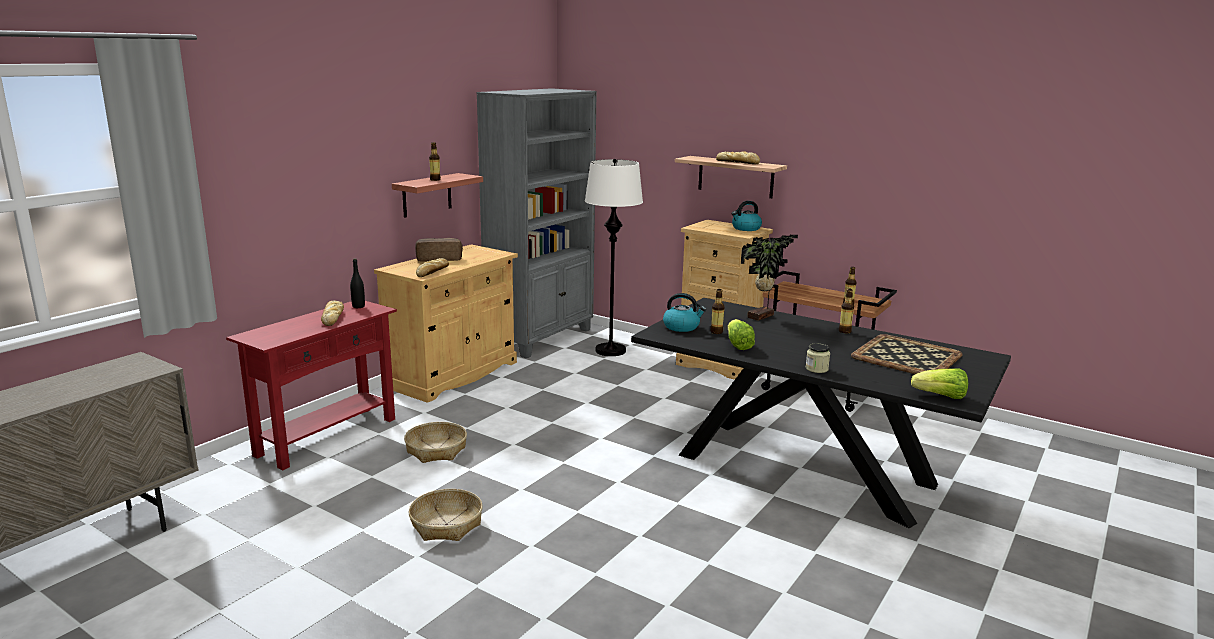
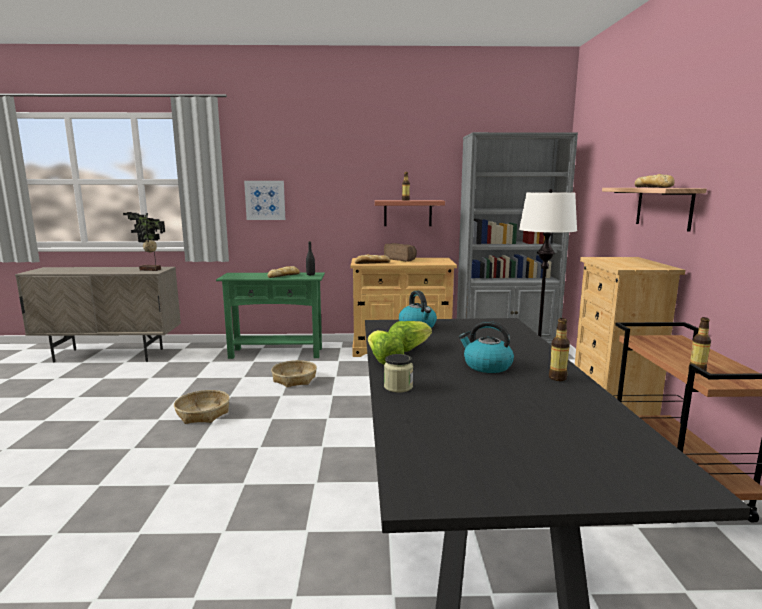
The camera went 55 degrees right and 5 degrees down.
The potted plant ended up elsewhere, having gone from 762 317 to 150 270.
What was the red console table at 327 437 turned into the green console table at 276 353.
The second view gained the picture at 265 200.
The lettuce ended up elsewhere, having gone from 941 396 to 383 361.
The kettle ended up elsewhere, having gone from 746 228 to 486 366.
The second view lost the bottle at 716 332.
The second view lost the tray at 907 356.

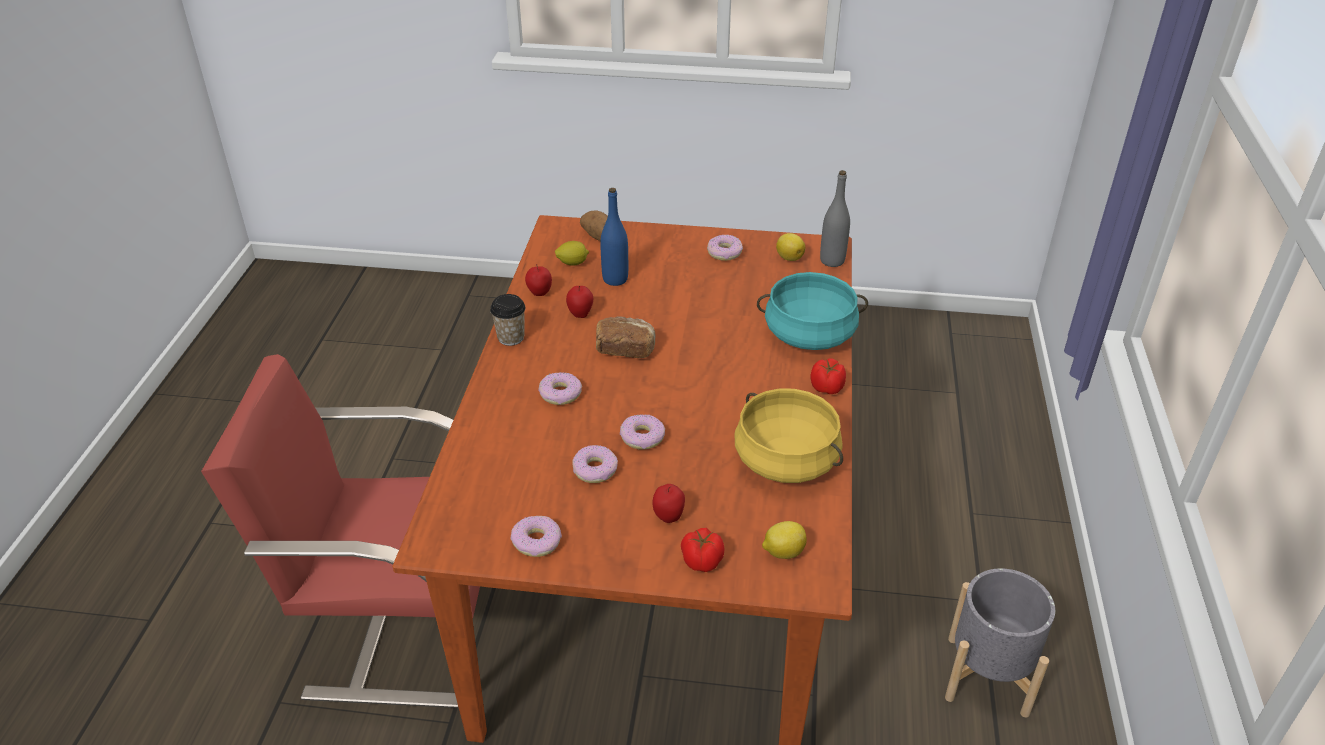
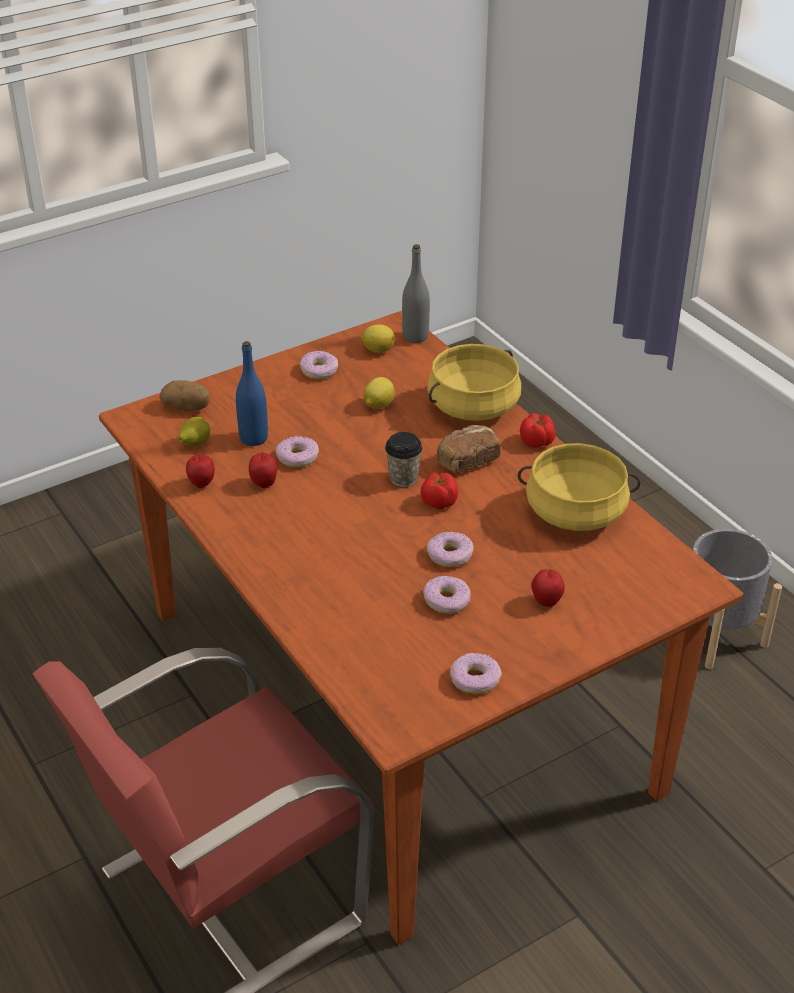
The camera went 40 degrees left and 0 degrees up.
The donut ended up elsewhere, having gone from 560 394 to 297 457.
The lemon ended up elsewhere, having gone from 783 552 to 378 405.
The cup ended up elsewhere, having gone from 511 337 to 403 478.
The tomato ended up elsewhere, having gone from 701 561 to 438 502.
What was the turquoise cooking pot at 810 334 turned into the yellow cooking pot at 473 406.
The bread ended up elsewhere, having gone from 625 349 to 467 461.

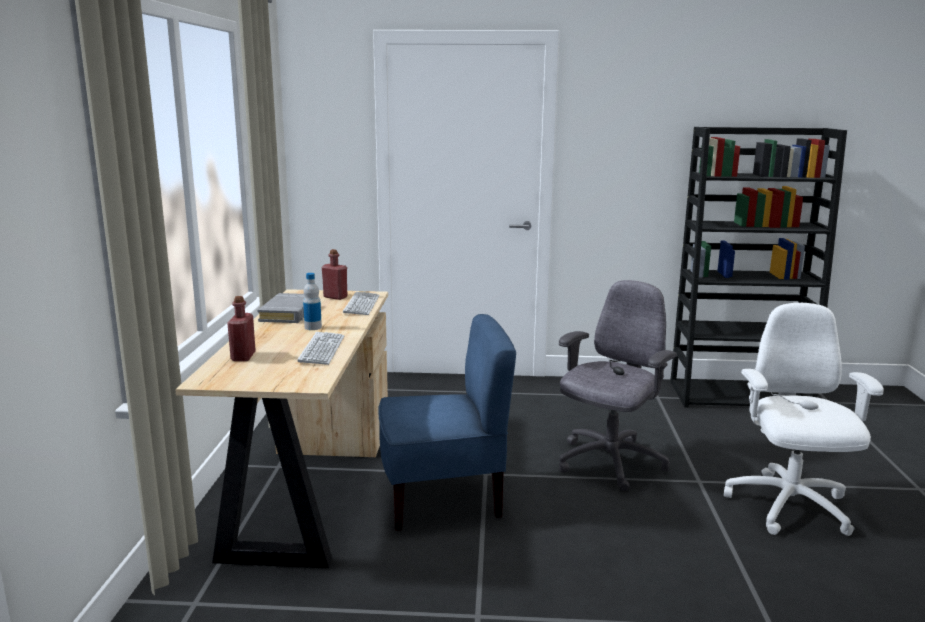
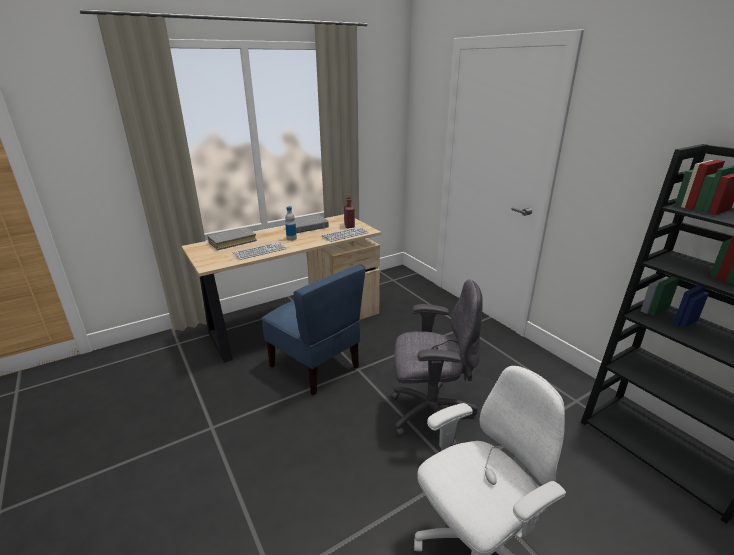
The camera went 55 degrees right and 10 degrees up.
Where the red bottle stood at 243 356, the grey book came to stand at 232 241.

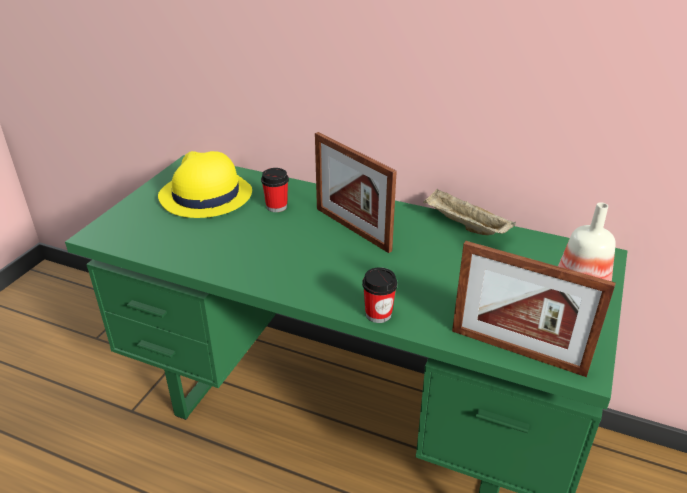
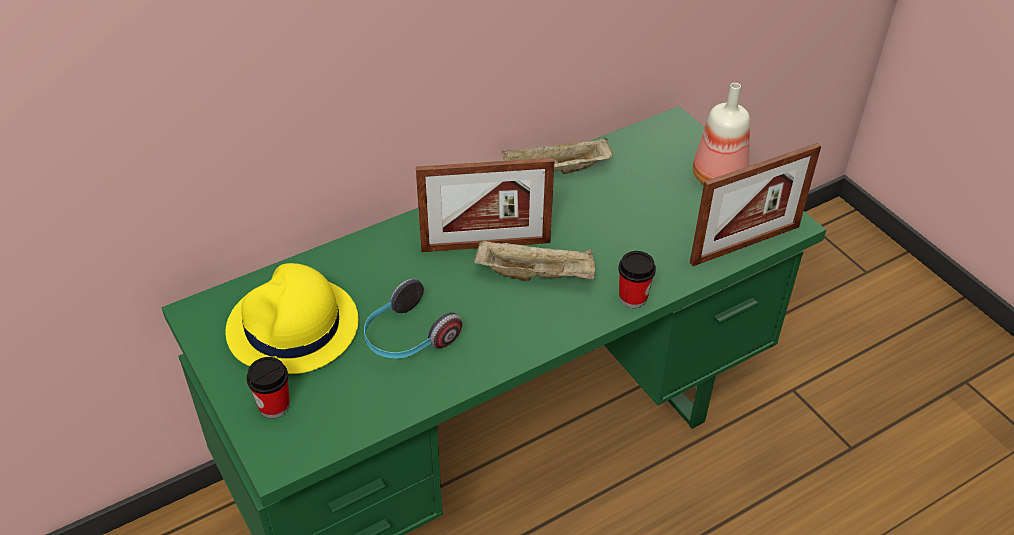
The camera went 55 degrees left and 10 degrees up.
The cup ended up elsewhere, having gone from 276 206 to 274 406.
The second view gained the headphones at 407 338.
The second view gained the beige tray at 537 275.

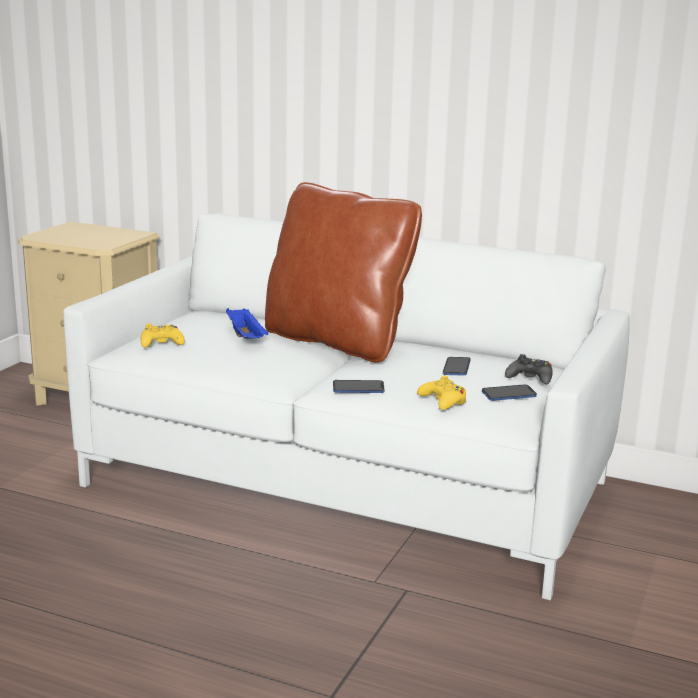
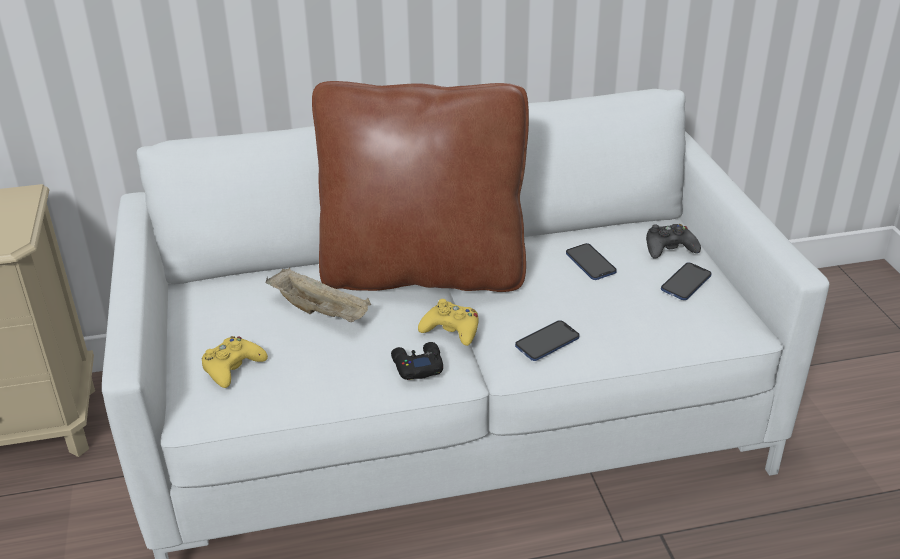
The camera went 35 degrees left and 15 degrees up.
What was the blue tray at 246 338 turned into the beige tray at 321 312.
The second view gained the black game controller at 417 366.
The yellow game controller ended up elsewhere, having gone from 443 401 to 451 330.

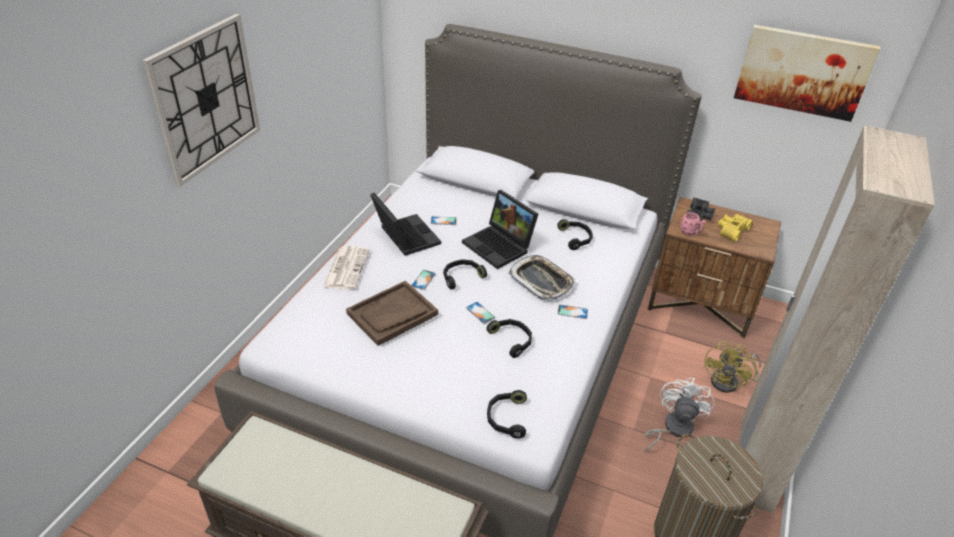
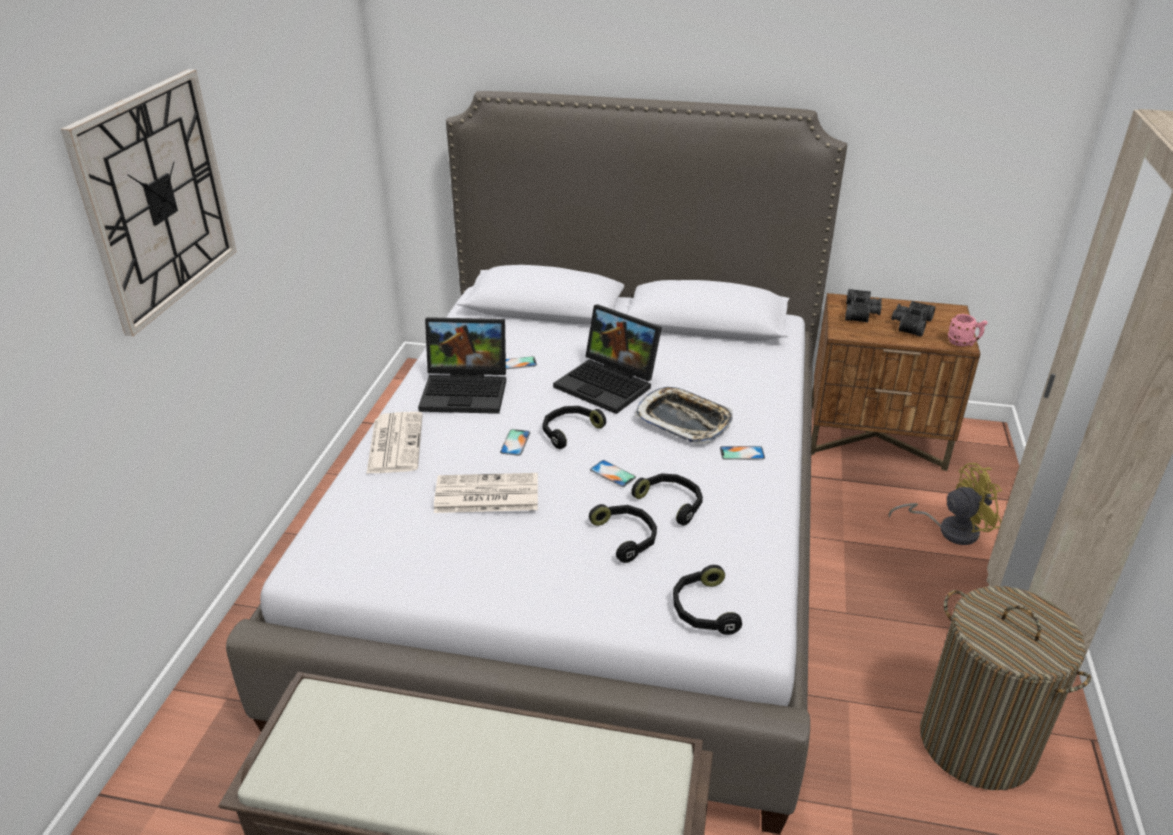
The camera went 10 degrees left and 5 degrees down.
The laptop at 404 236 ended up facing another way, 135 degrees clockwise from before.
Where the brown tray stood at 392 314, the newspaper came to stand at 485 495.
The black headphones ended up elsewhere, having gone from 576 238 to 627 537.
The yellow fan at 729 382 ended up facing another way, 120 degrees counterclockwise from before.
What was the yellow binoculars at 731 230 turned into the black binoculars at 910 324.
The pink mug ended up elsewhere, having gone from 690 233 to 963 343.
The second view lost the white fan at 672 428.
The second view lost the picture at 803 72.

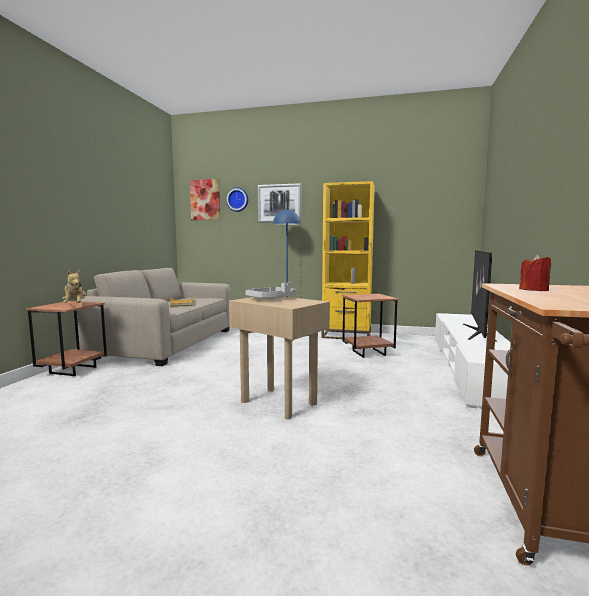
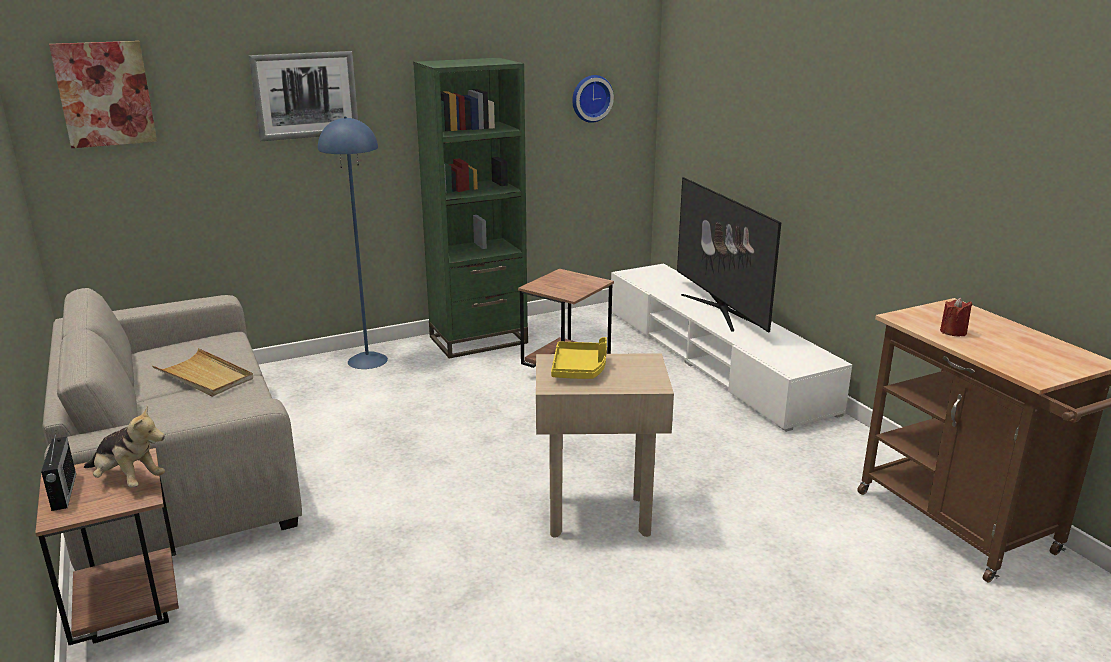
The camera went 40 degrees left and 15 degrees up.
The second view gained the radio at 63 492.
What was the yellow bookcase at 346 335 turned into the green bookcase at 478 340.
What was the grey tray at 271 299 turned into the yellow tray at 579 369.
The wall clock ended up elsewhere, having gone from 238 199 to 591 98.

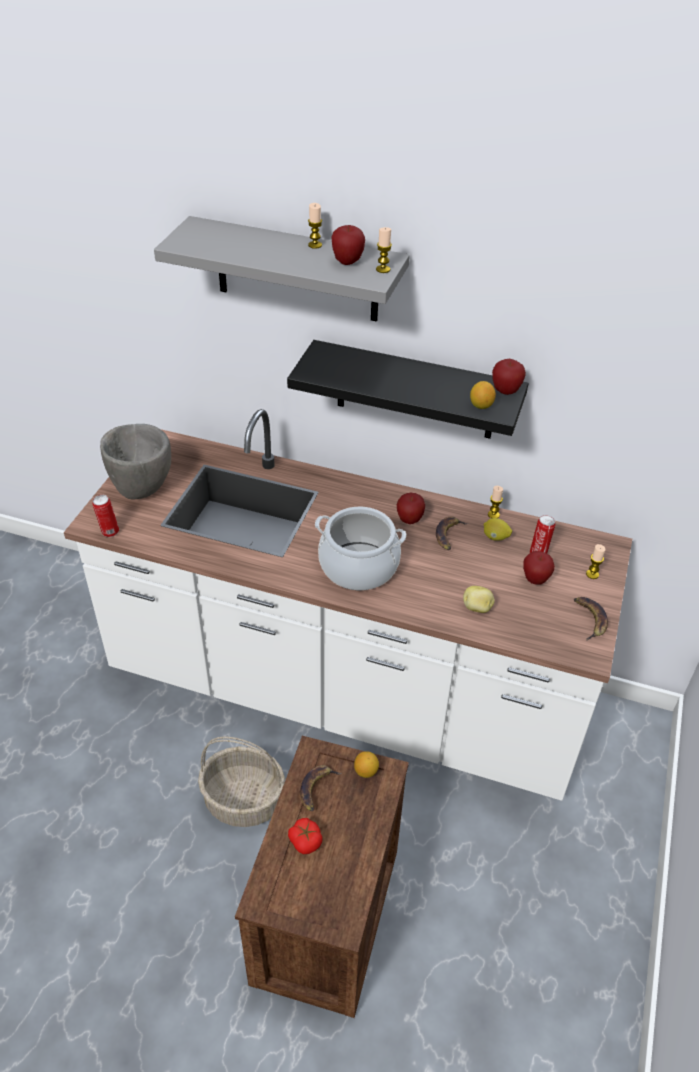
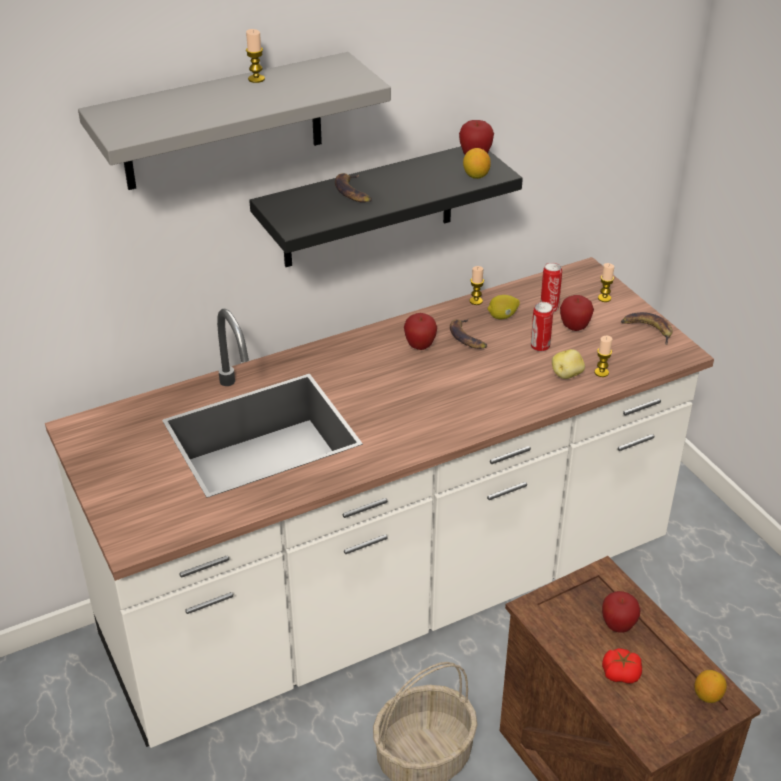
The camera went 45 degrees left and 5 degrees down.
The banana ended up elsewhere, having gone from 317 789 to 353 192.
The can ended up elsewhere, having gone from 109 532 to 540 347.
The candle ended up elsewhere, having gone from 383 269 to 601 372.
The apple ended up elsewhere, having gone from 347 262 to 618 625.
The lemon ended up elsewhere, having gone from 366 771 to 707 695.
The second view lost the grey bowl at 141 487.
The second view lost the cooking pot at 359 567.

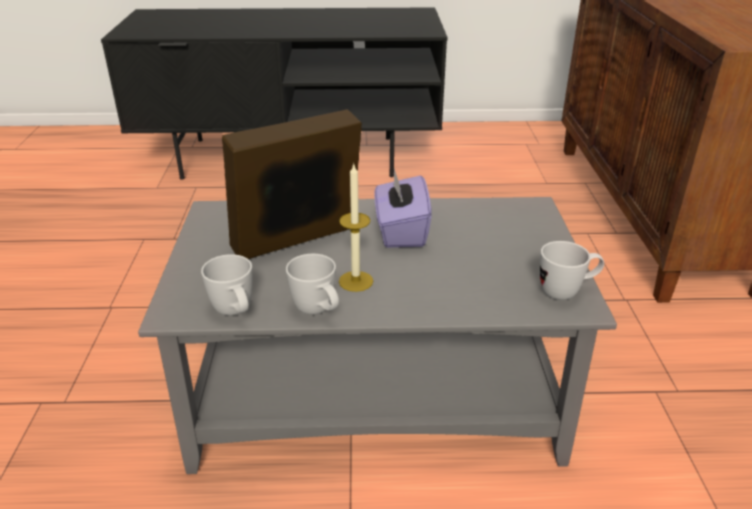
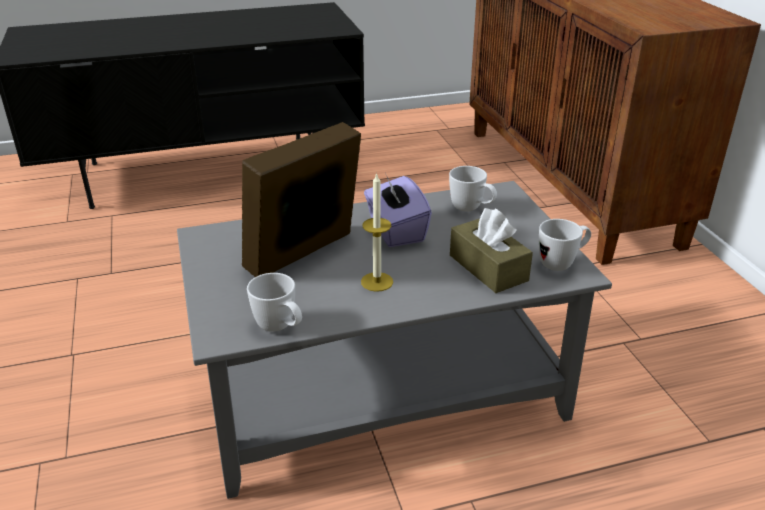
The camera went 15 degrees left and 0 degrees up.
The white mug ended up elsewhere, having gone from 318 312 to 471 209.
The second view gained the brown tissue box at 488 268.

